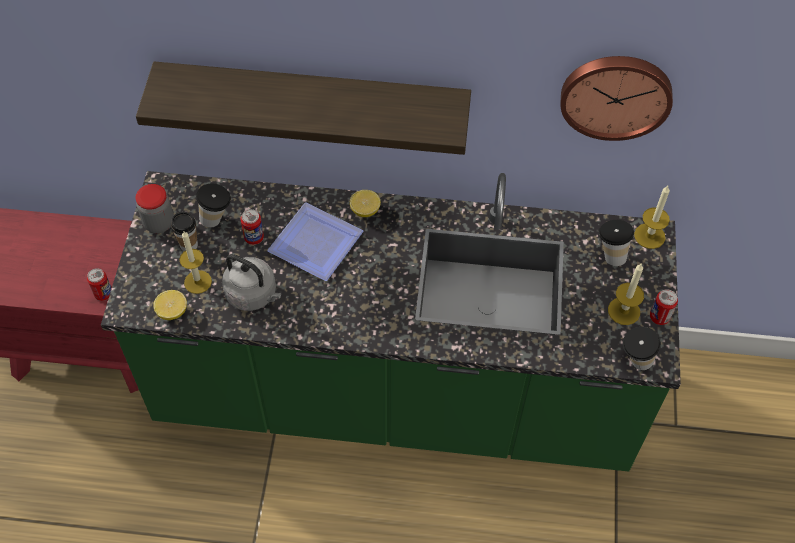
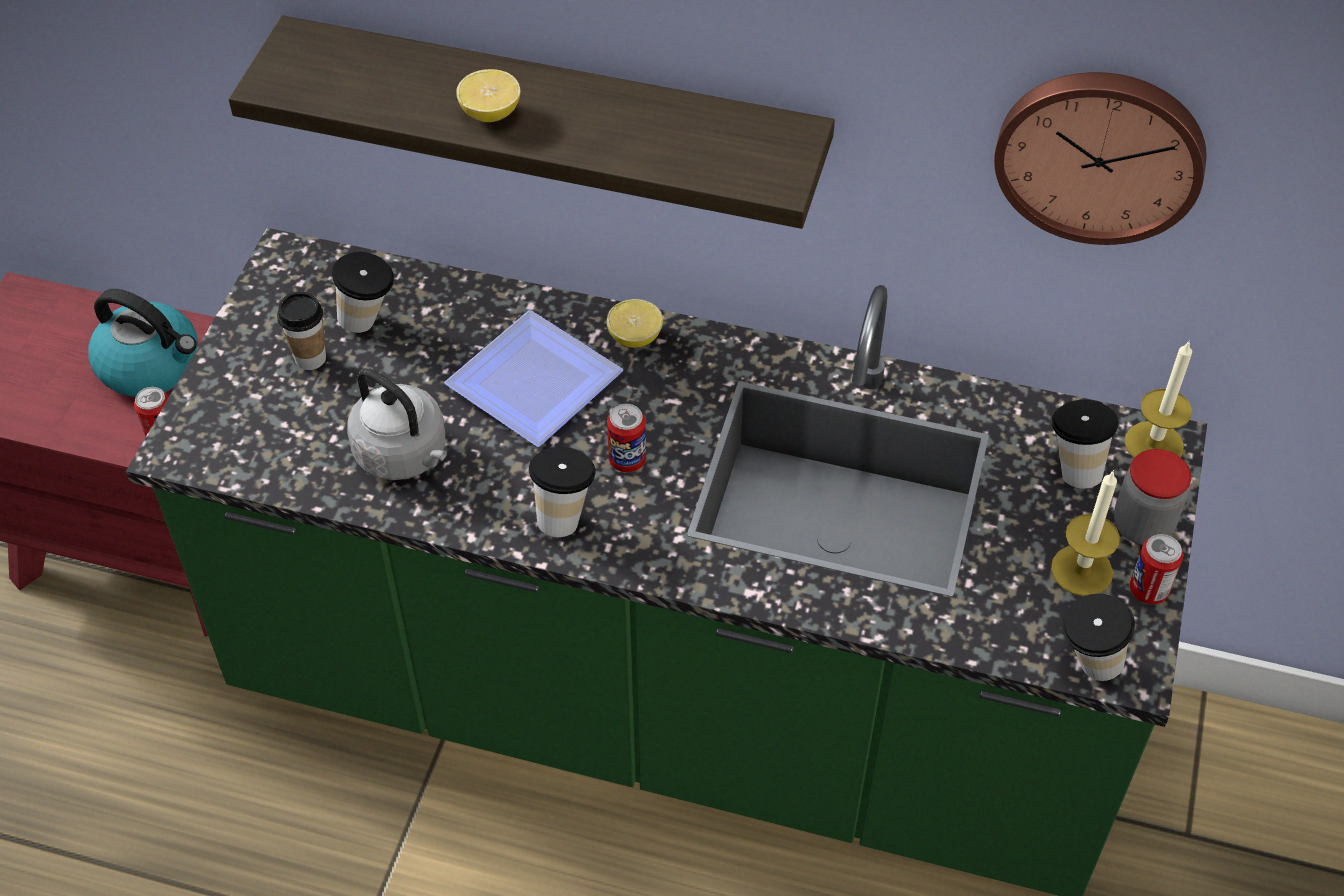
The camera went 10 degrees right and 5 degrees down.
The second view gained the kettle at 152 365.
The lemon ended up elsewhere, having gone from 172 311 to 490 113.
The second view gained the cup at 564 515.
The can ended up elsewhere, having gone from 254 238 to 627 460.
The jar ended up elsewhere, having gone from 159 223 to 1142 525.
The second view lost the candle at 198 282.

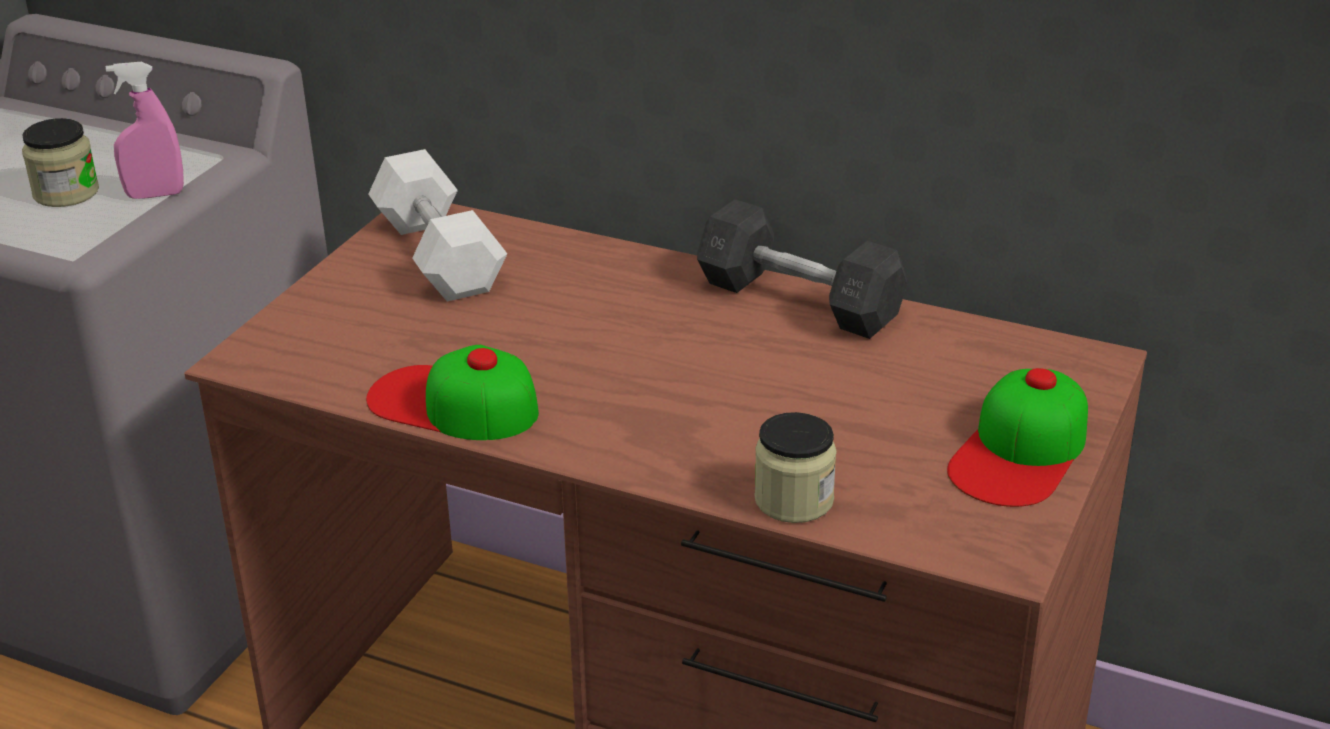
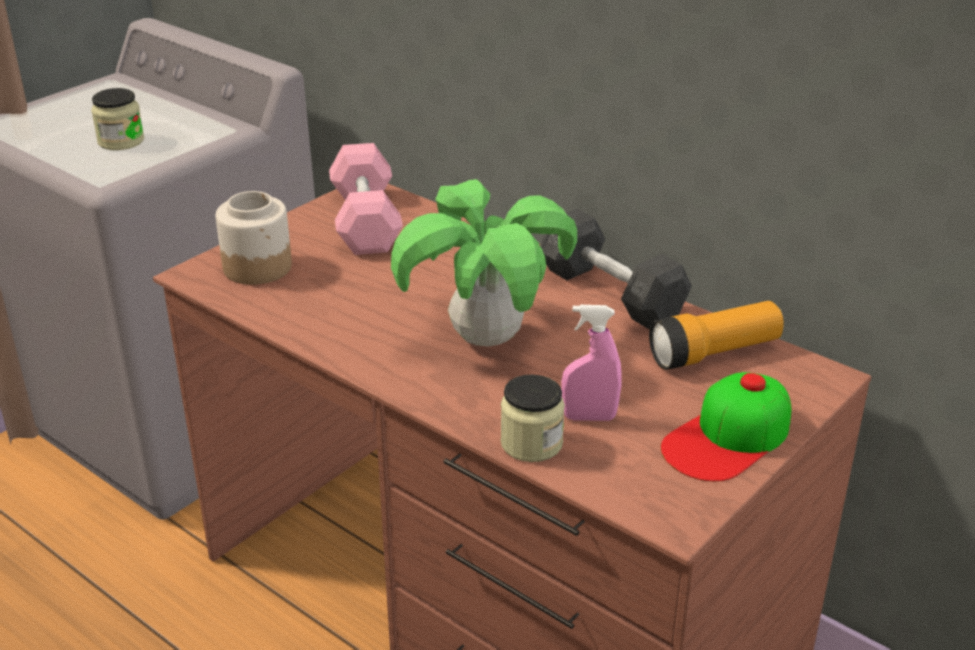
The camera went 15 degrees right and 0 degrees up.
The second view gained the jar at 258 267.
What was the white dumbbell at 438 255 turned into the pink dumbbell at 365 221.
The second view gained the potted plant at 487 338.
The pink spray bottle ended up elsewhere, having gone from 155 195 to 589 417.
The second view gained the flashlight at 714 353.
The second view lost the cap at 452 403.

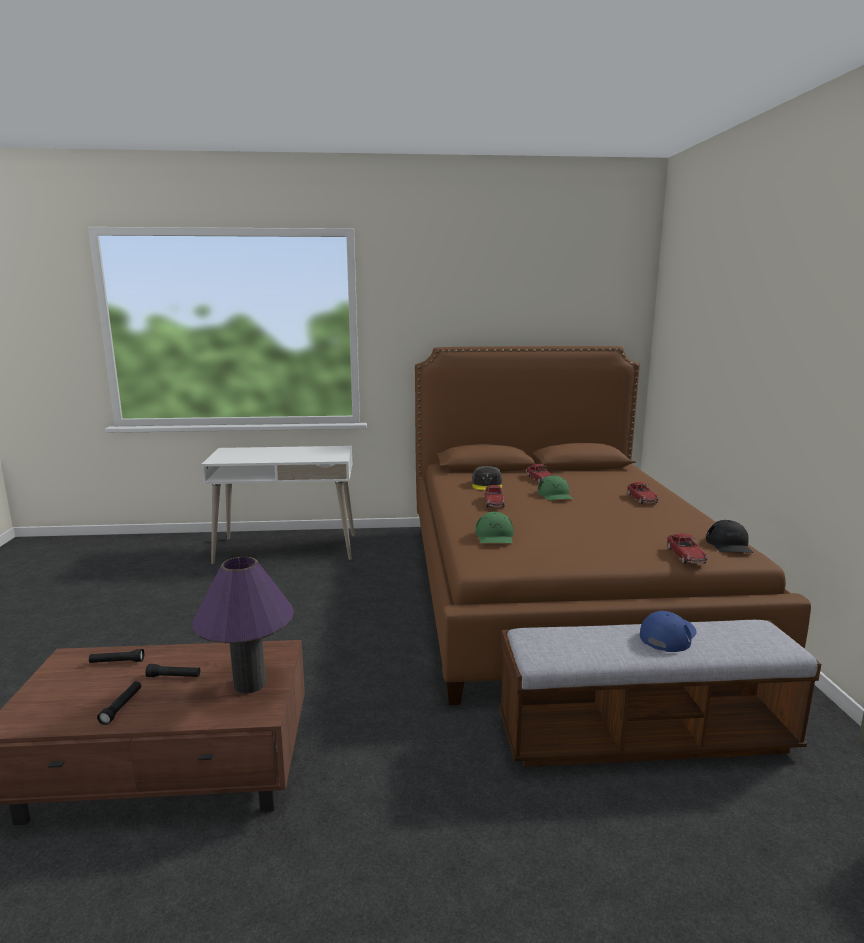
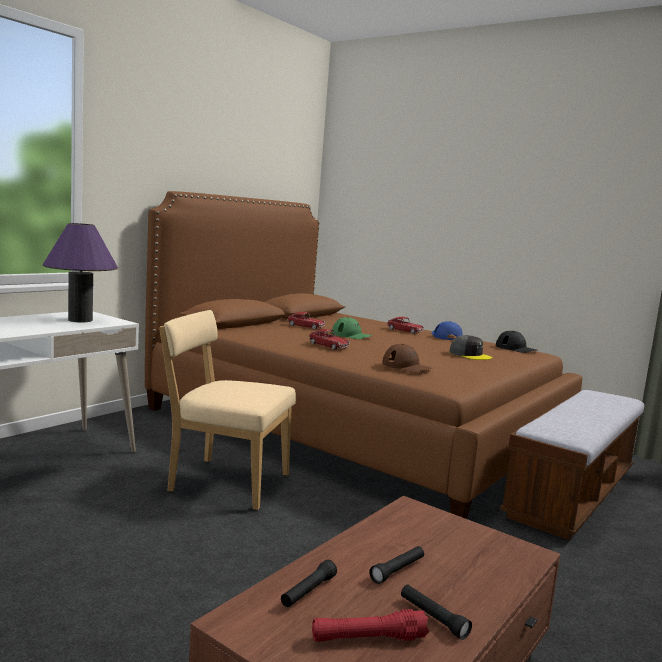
The camera went 50 degrees left and 5 degrees down.
The purple table lamp ended up elsewhere, having gone from 249 684 to 80 320.
The second view gained the beige chair at 224 482.
The second view gained the red flashlight at 368 638.
What was the green cap at 495 536 turned into the brown cap at 406 366.
The blue cap ended up elsewhere, having gone from 668 635 to 445 336.
The grey cap ended up elsewhere, having gone from 487 485 to 470 355.
The second view lost the toy car at 685 556.

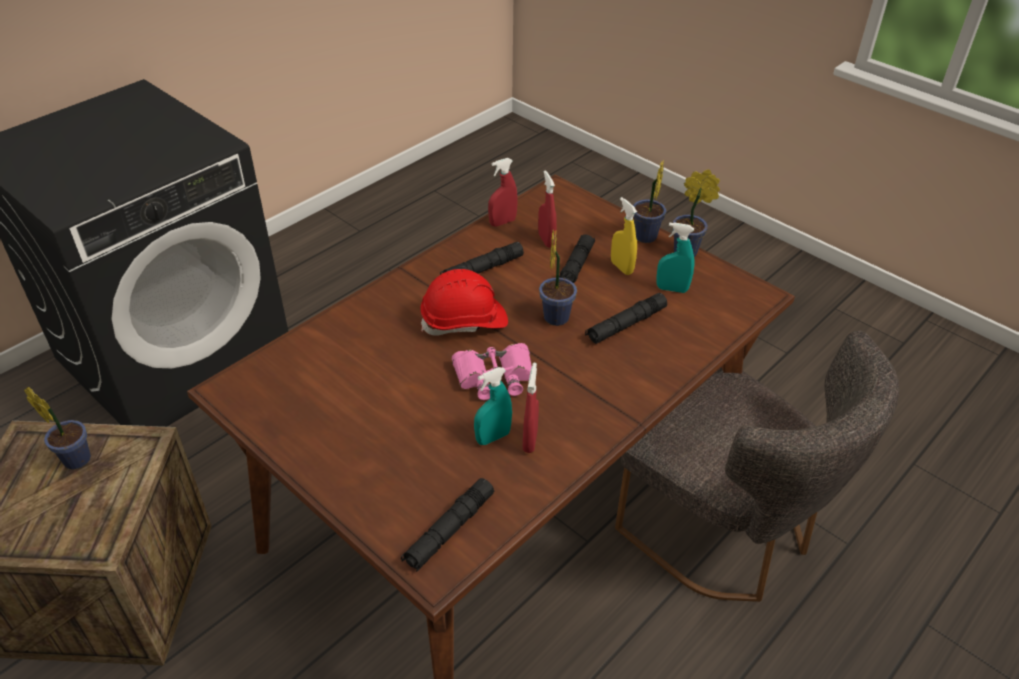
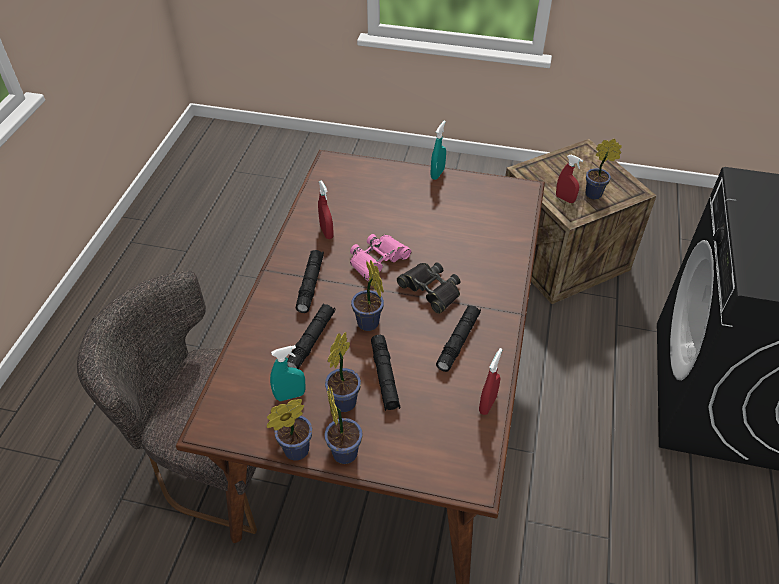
The camera went 150 degrees right and 5 degrees up.
The black flashlight ended up elsewhere, having gone from 449 530 to 310 284.
Where the yellow spray bottle stood at 621 267, the potted plant came to stand at 346 400.
Where the red hard hat stood at 464 321, the black binoculars came to stand at 431 290.
The turquoise spray bottle ended up elsewhere, having gone from 493 437 to 437 174.
The red spray bottle ended up elsewhere, having gone from 546 240 to 565 199.

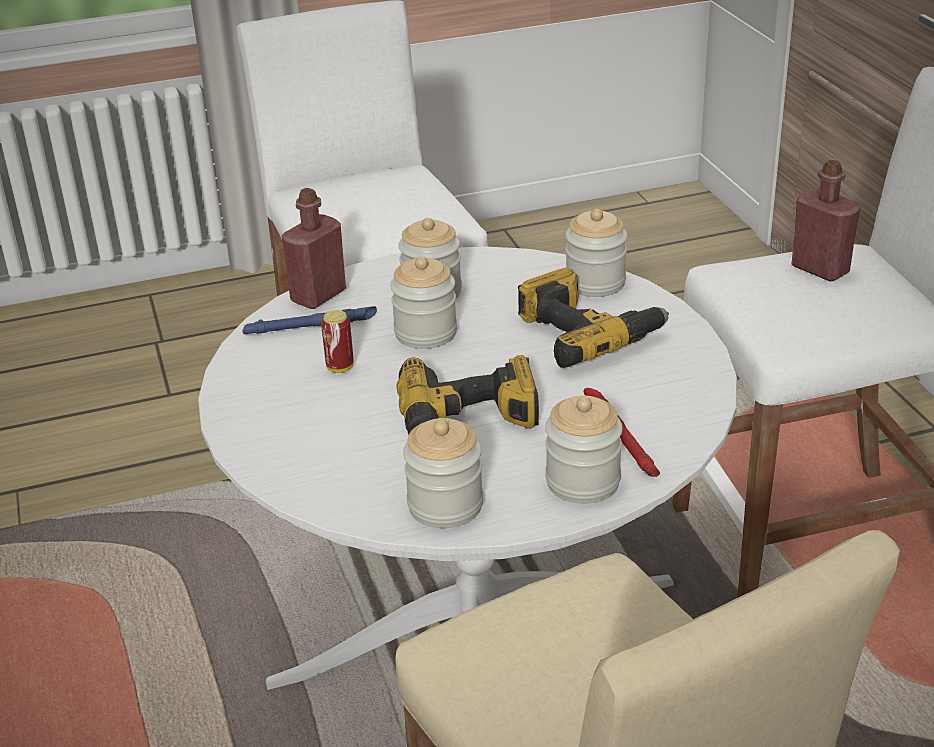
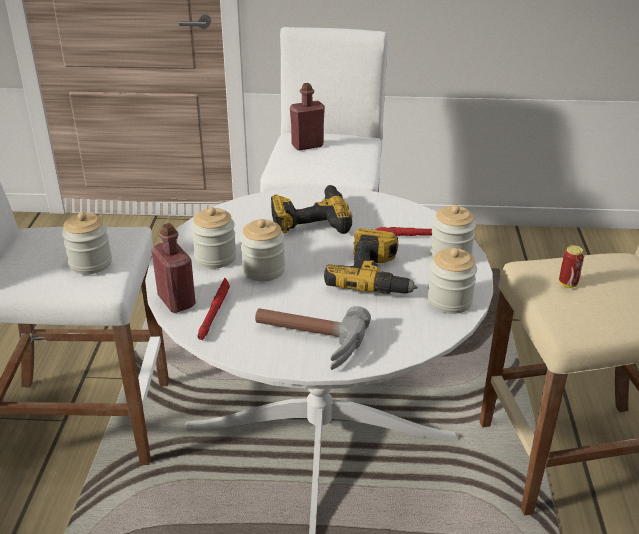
The camera went 70 degrees left and 0 degrees up.
The jar ended up elsewhere, having gone from 595 283 to 90 263.
What was the blue flashlight at 310 326 turned into the red flashlight at 214 311.
The second view gained the hammer at 306 342.
The can ended up elsewhere, having gone from 340 367 to 568 284.

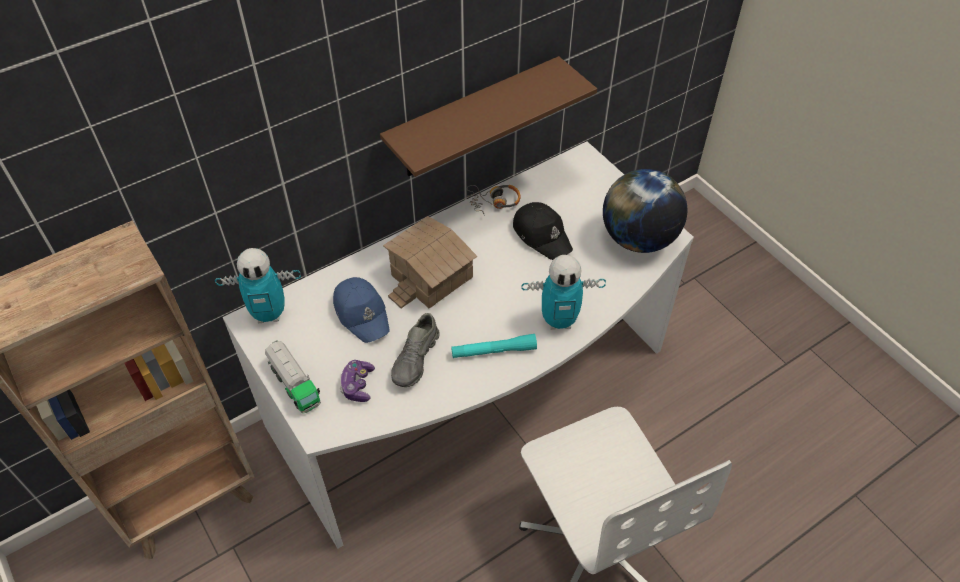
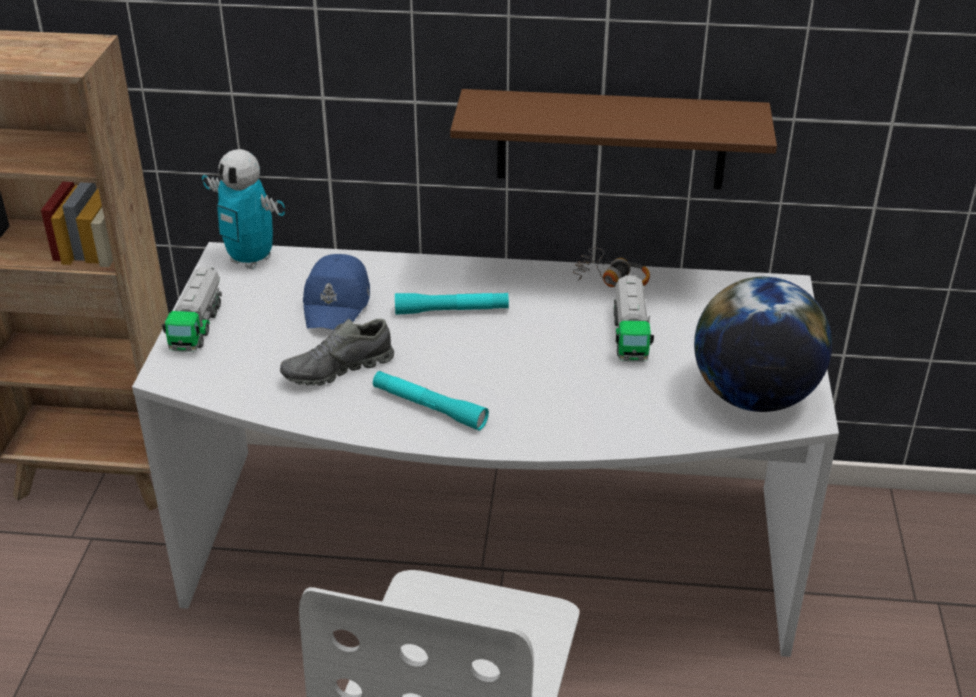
The camera went 40 degrees right and 15 degrees down.
Where the toy house stood at 433 277, the turquoise flashlight came to stand at 451 311.
Where the black cap stood at 542 235, the toy truck came to stand at 630 334.
The second view lost the game controller at 358 385.
The second view lost the toy robot at 559 321.

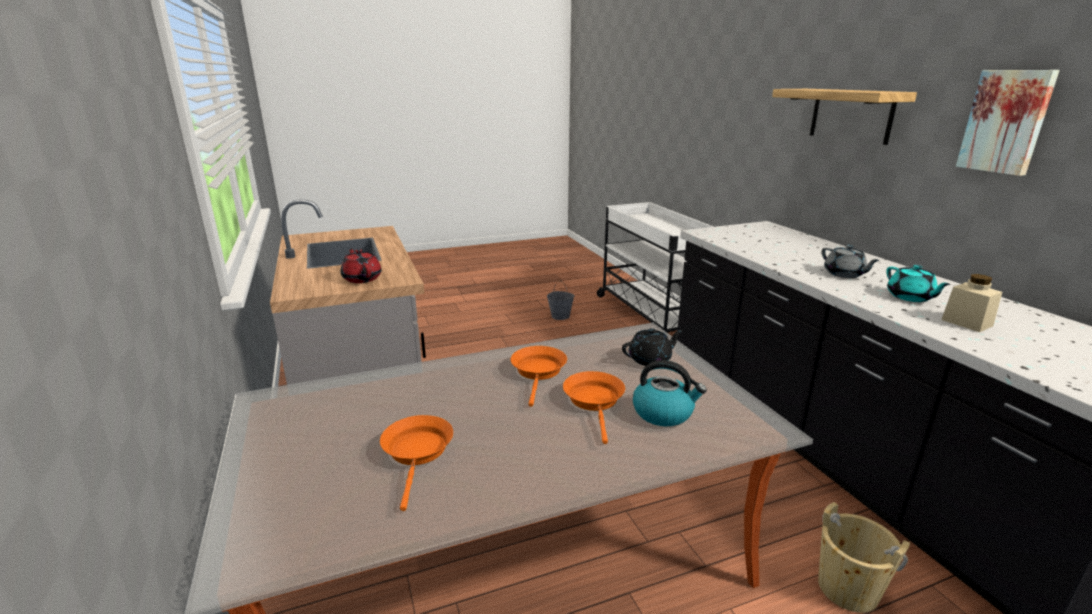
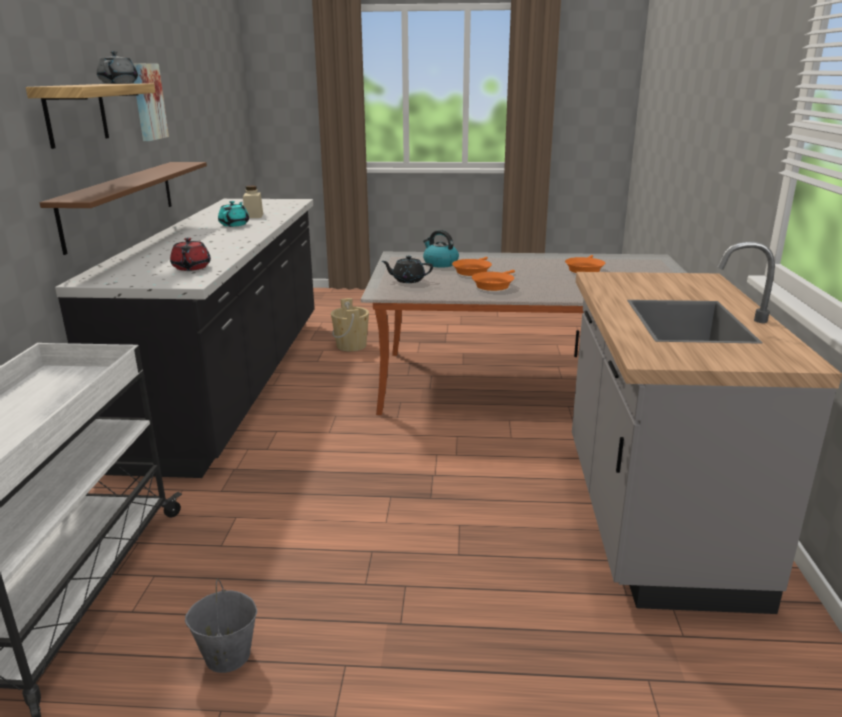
The camera went 155 degrees left and 0 degrees up.
The second view gained the brown shelf at 120 203.
The grey teapot ended up elsewhere, having gone from 844 274 to 119 83.
The red teapot ended up elsewhere, having gone from 362 278 to 191 268.

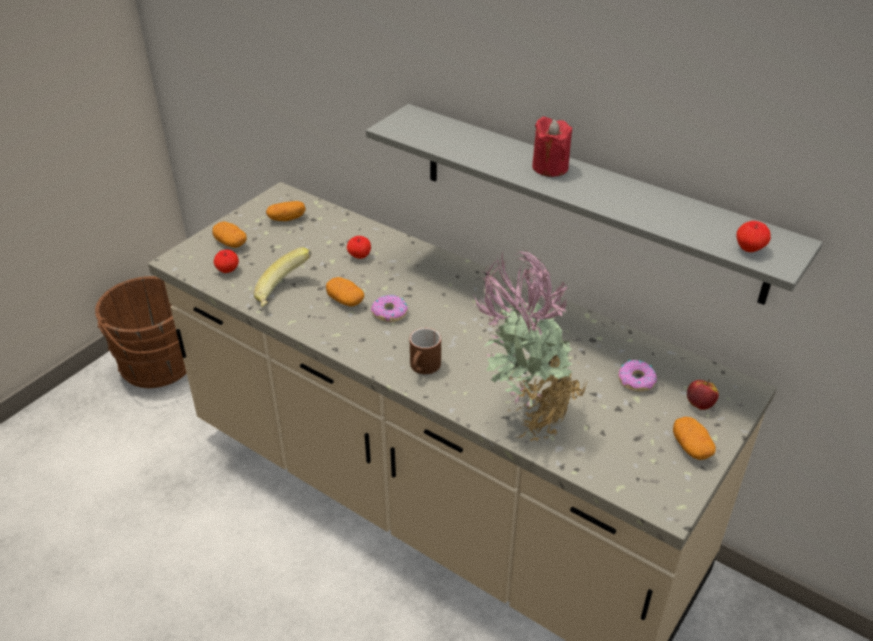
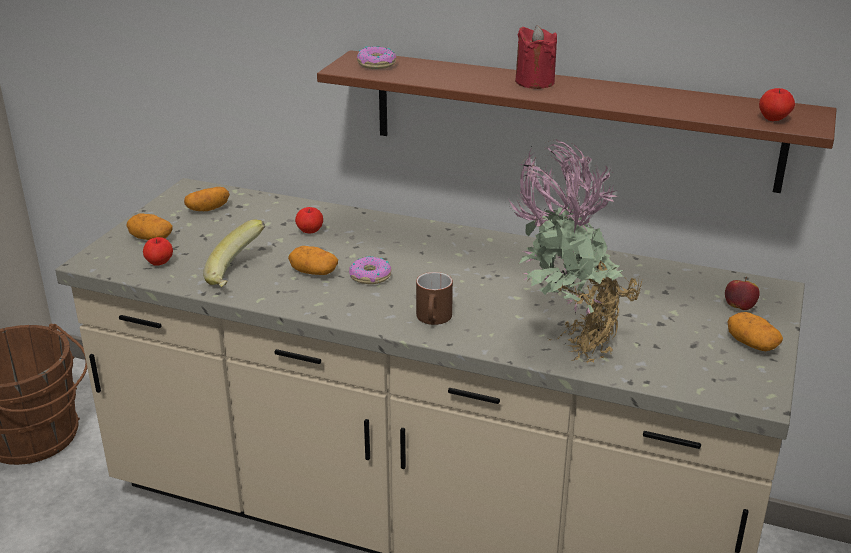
The camera went 15 degrees left and 10 degrees down.
What was the grey shelf at 587 201 turned into the brown shelf at 571 119.
The donut ended up elsewhere, having gone from 636 380 to 377 64.

